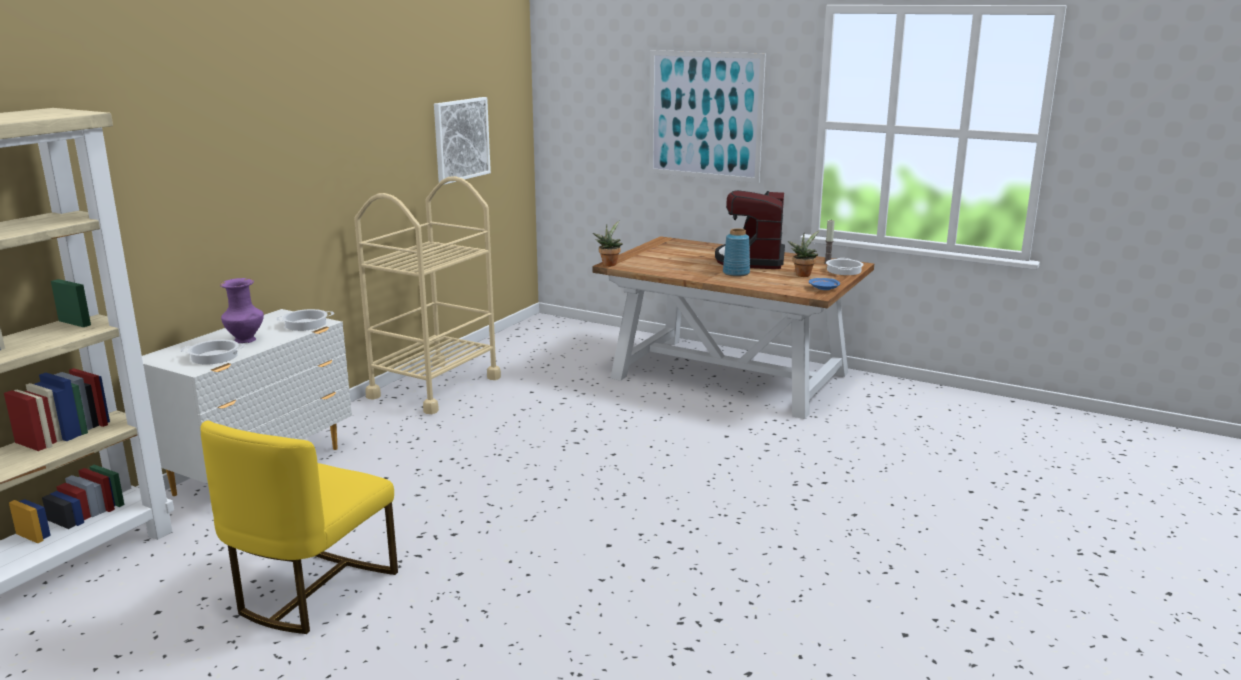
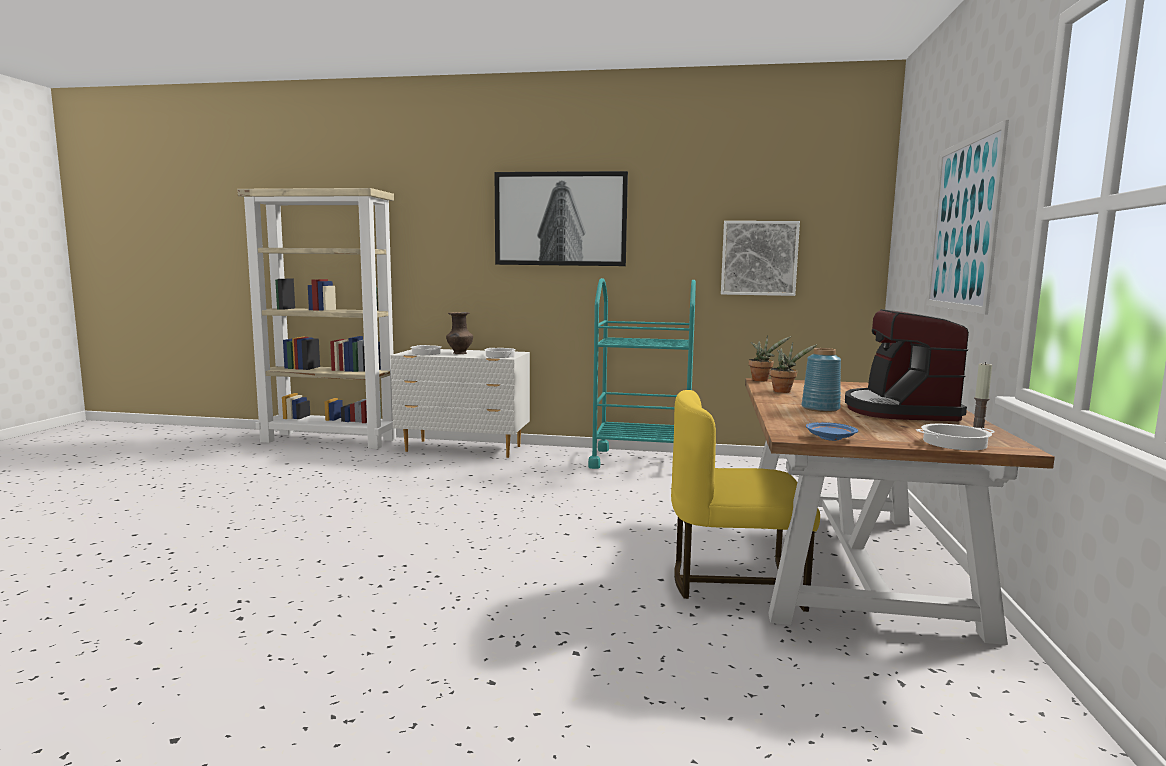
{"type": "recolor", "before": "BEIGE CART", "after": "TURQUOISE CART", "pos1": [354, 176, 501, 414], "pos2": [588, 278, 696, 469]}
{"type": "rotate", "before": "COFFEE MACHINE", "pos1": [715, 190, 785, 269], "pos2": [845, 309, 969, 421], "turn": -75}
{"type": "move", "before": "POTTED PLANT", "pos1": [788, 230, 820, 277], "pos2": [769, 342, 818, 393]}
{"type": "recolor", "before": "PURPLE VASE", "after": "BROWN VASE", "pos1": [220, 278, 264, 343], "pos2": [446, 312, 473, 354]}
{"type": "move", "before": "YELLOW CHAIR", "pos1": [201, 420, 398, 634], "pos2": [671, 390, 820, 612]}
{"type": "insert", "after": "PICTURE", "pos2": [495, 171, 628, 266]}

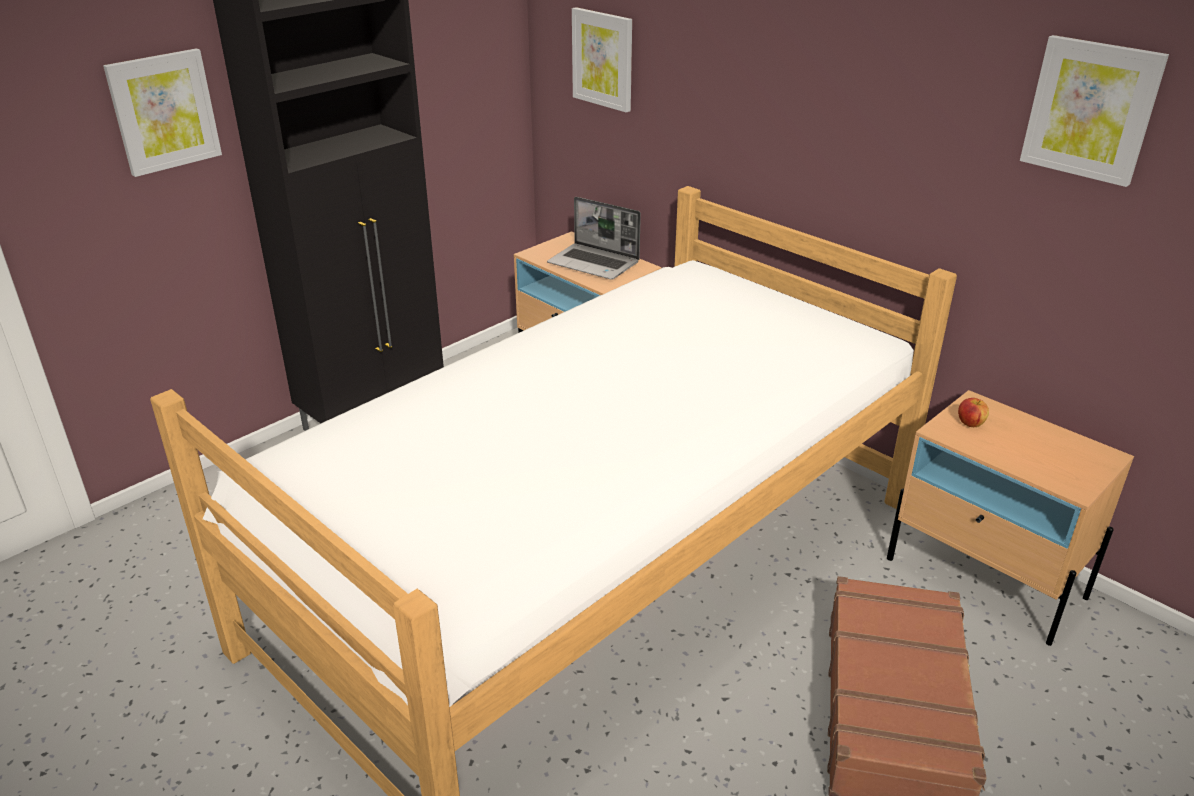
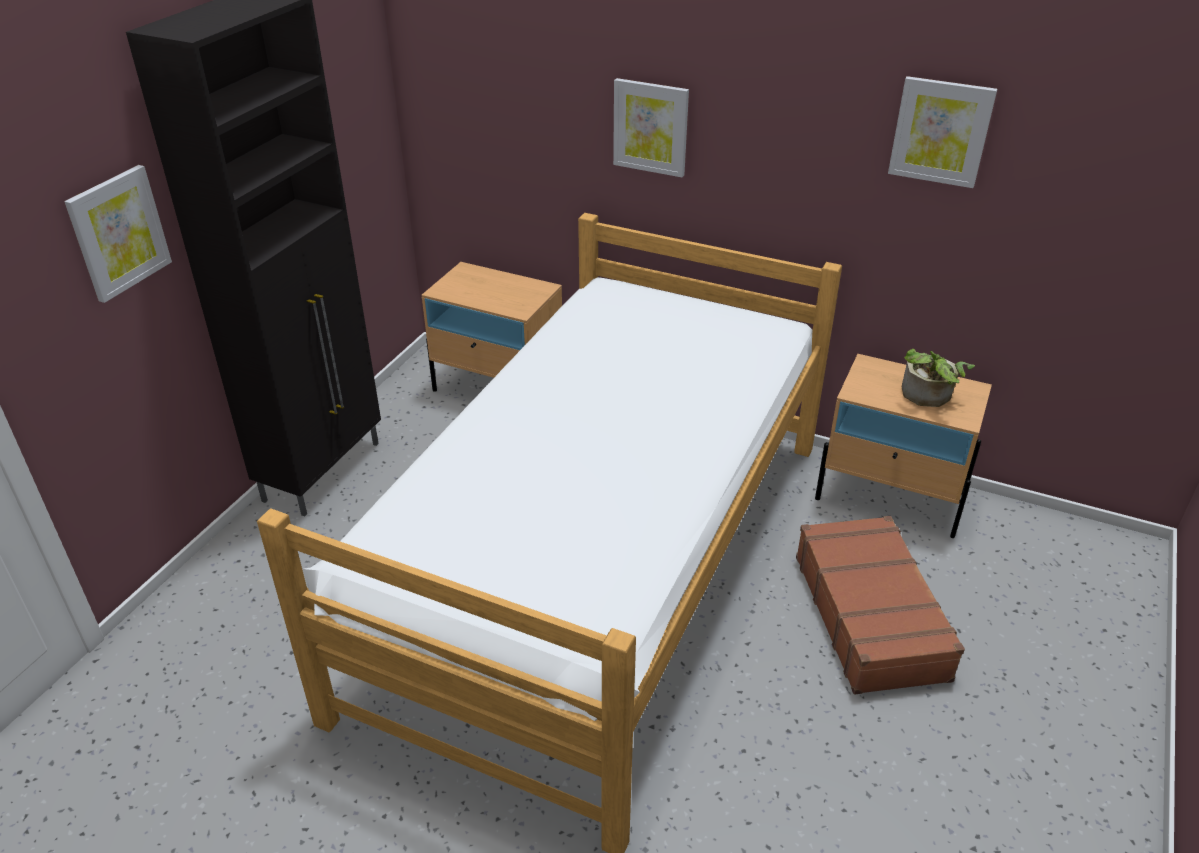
{"type": "move", "before": "PICTURE", "pos1": [572, 7, 632, 112], "pos2": [613, 78, 689, 177]}
{"type": "delete", "before": "LAPTOP", "pos1": [547, 197, 641, 280]}
{"type": "delete", "before": "APPLE", "pos1": [958, 398, 989, 427]}
{"type": "insert", "after": "POTTED PLANT", "pos2": [902, 349, 975, 407]}

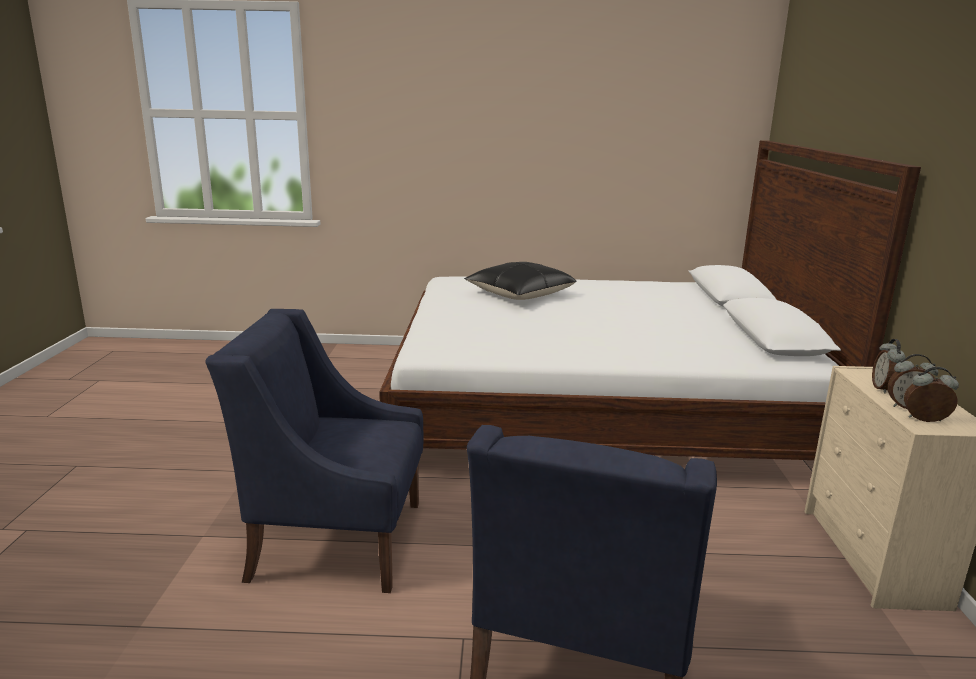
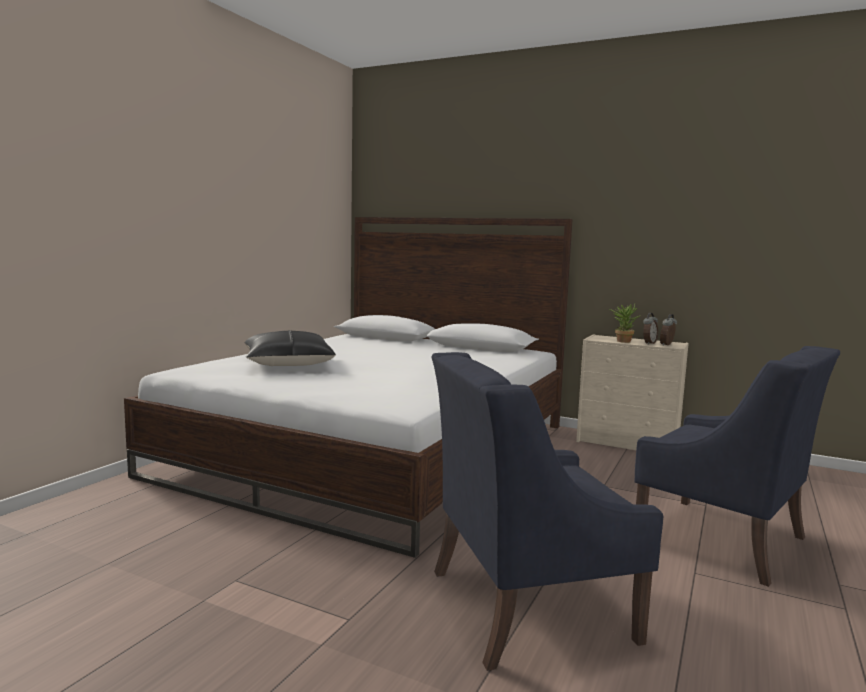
{"type": "rotate", "before": "BLUE ARMCHAIR", "pos1": [205, 309, 424, 593], "pos2": [432, 352, 663, 671], "turn": 45}
{"type": "replace", "before": "ALARM CLOCK", "after": "POTTED PLANT", "pos1": [872, 339, 906, 394], "pos2": [609, 304, 639, 343]}

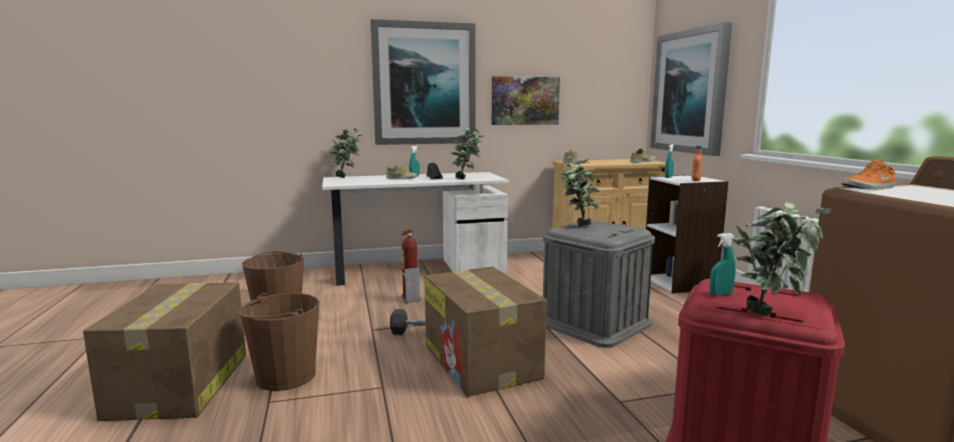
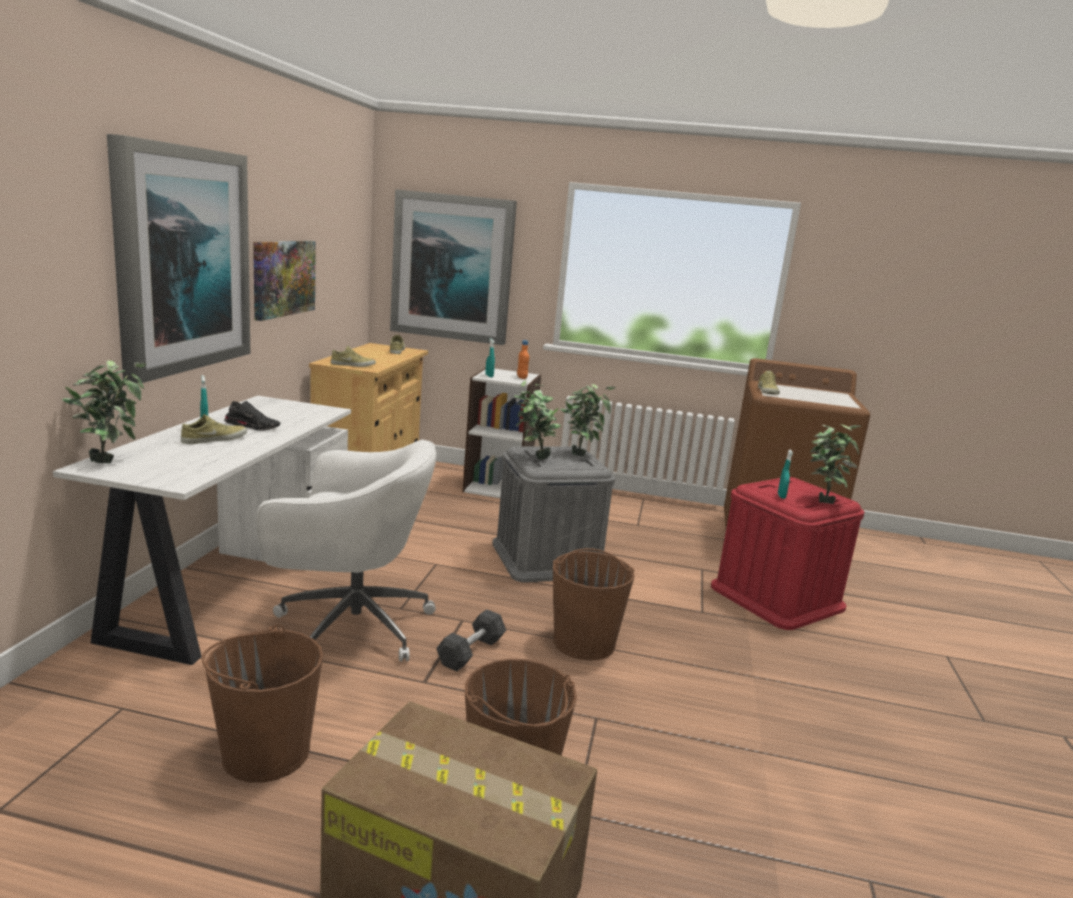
{"type": "move", "before": "POTTED PLANT", "pos1": [451, 128, 484, 180], "pos2": [560, 384, 616, 456]}
{"type": "recolor", "before": "ORANGE SHOE", "after": "BEIGE SHOE", "pos1": [841, 160, 895, 190], "pos2": [758, 371, 780, 395]}
{"type": "replace", "before": "FIRE EXTINGUISHER", "after": "WHITE OFFICE CHAIR", "pos1": [401, 230, 421, 303], "pos2": [257, 440, 437, 662]}
{"type": "replace", "before": "CARDBOARD BOX", "after": "BROWN BUCKET", "pos1": [425, 266, 547, 397], "pos2": [553, 548, 635, 661]}

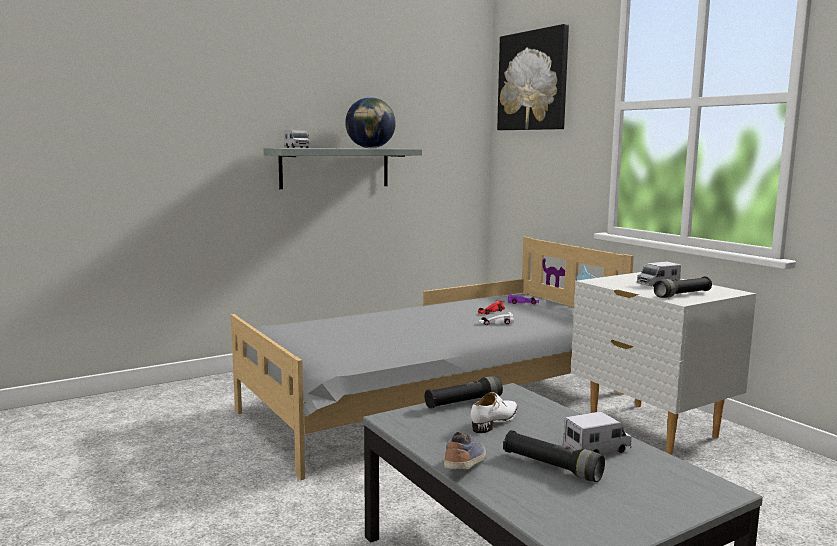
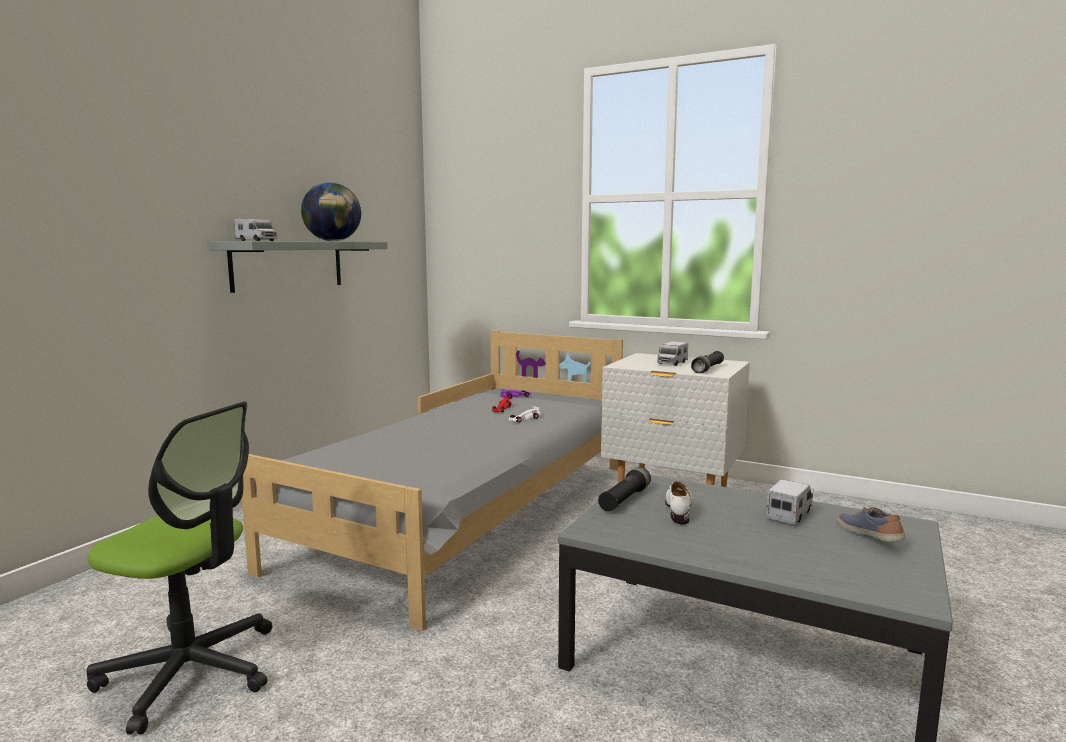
{"type": "delete", "before": "PICTURE", "pos1": [497, 24, 569, 130]}
{"type": "delete", "before": "BLACK FLASHLIGHT", "pos1": [503, 430, 605, 482]}
{"type": "move", "before": "SHOE", "pos1": [444, 432, 486, 470], "pos2": [837, 507, 905, 542]}
{"type": "insert", "after": "OFFICE CHAIR", "pos2": [87, 401, 272, 734]}

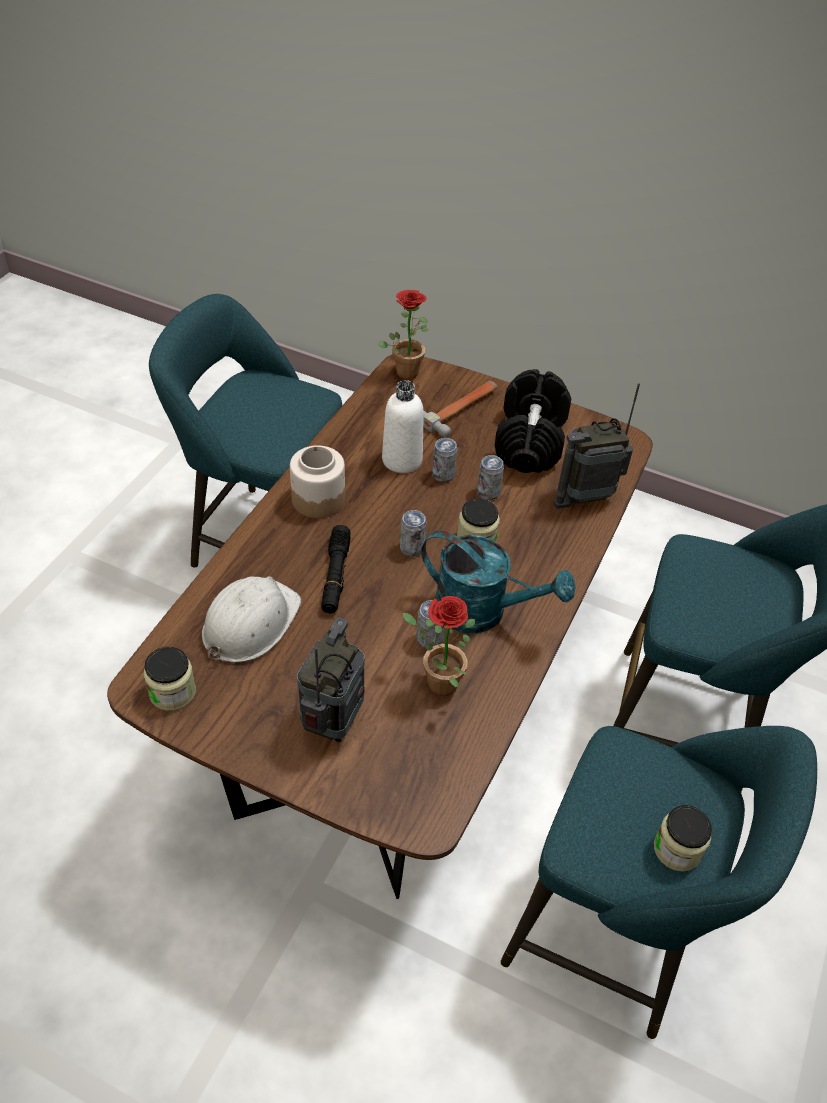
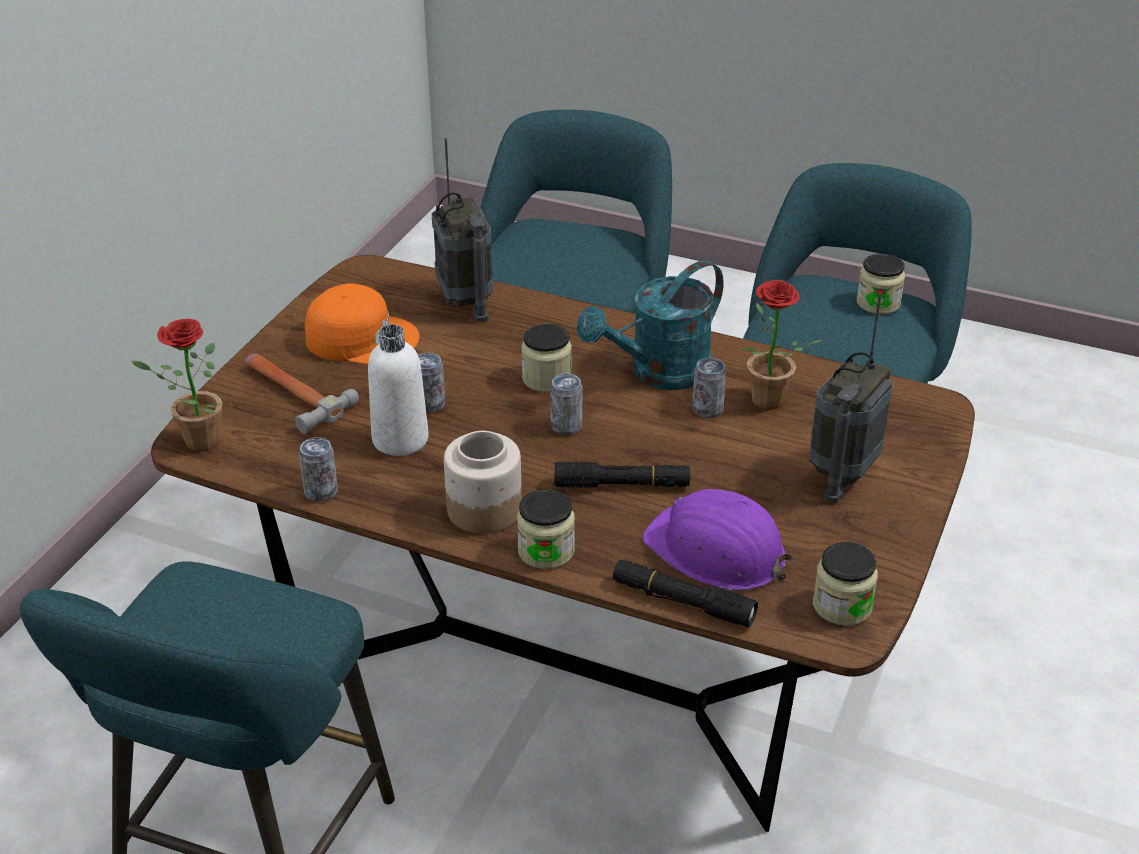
{"type": "replace", "before": "BLACK DUMBBELL", "after": "ORANGE CAP", "pos1": [495, 369, 571, 473], "pos2": [305, 283, 420, 364]}
{"type": "move", "before": "CAN", "pos1": [477, 455, 504, 500], "pos2": [299, 437, 338, 502]}
{"type": "rotate", "before": "TURQUOISE WATERING CAN", "pos1": [421, 531, 576, 634], "pos2": [577, 260, 724, 390], "turn": -150}
{"type": "recolor", "before": "WHITE HARD HAT", "after": "PURPLE HARD HAT", "pos1": [202, 576, 301, 663], "pos2": [642, 489, 794, 591]}
{"type": "rotate", "before": "RADIO", "pos1": [297, 617, 365, 742], "pos2": [809, 293, 893, 503], "turn": -75}
{"type": "insert", "after": "JAR", "pos2": [517, 489, 575, 569]}
{"type": "insert", "after": "BLACK FLASHLIGHT", "pos2": [613, 560, 758, 627]}

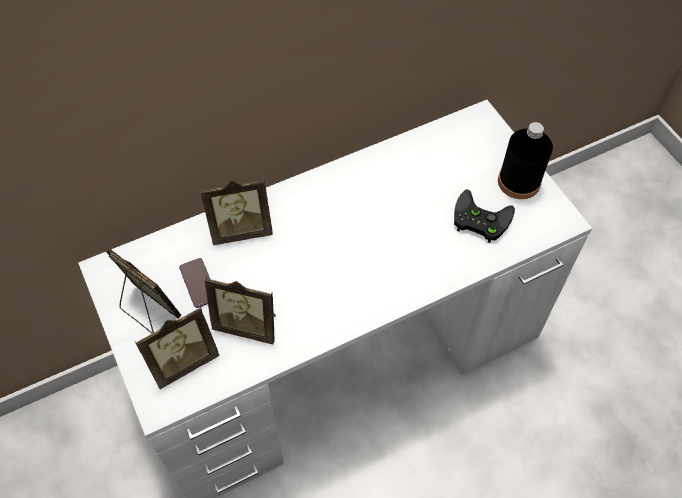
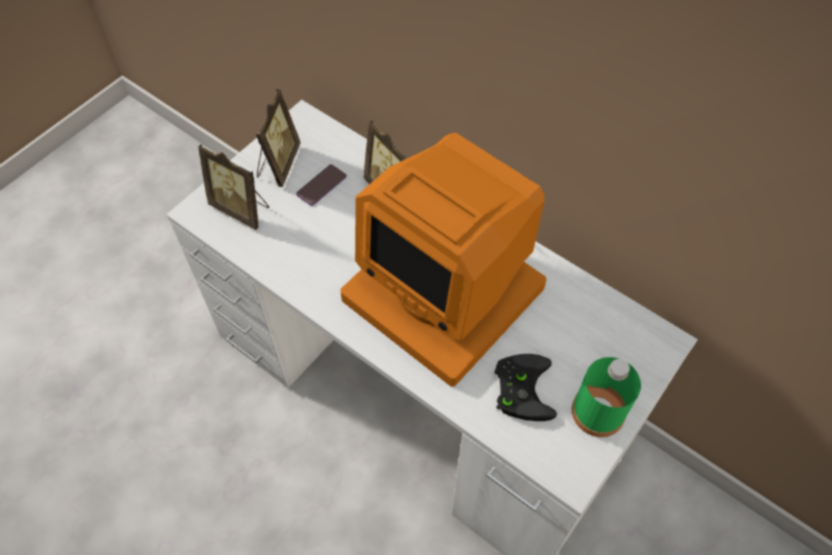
{"type": "recolor", "before": "BLACK BOTTLE", "after": "GREEN BOTTLE", "pos1": [498, 122, 553, 199], "pos2": [572, 357, 641, 437]}
{"type": "delete", "before": "PICTURE FRAME", "pos1": [205, 276, 276, 344]}
{"type": "insert", "after": "MONITOR", "pos2": [341, 132, 546, 387]}

